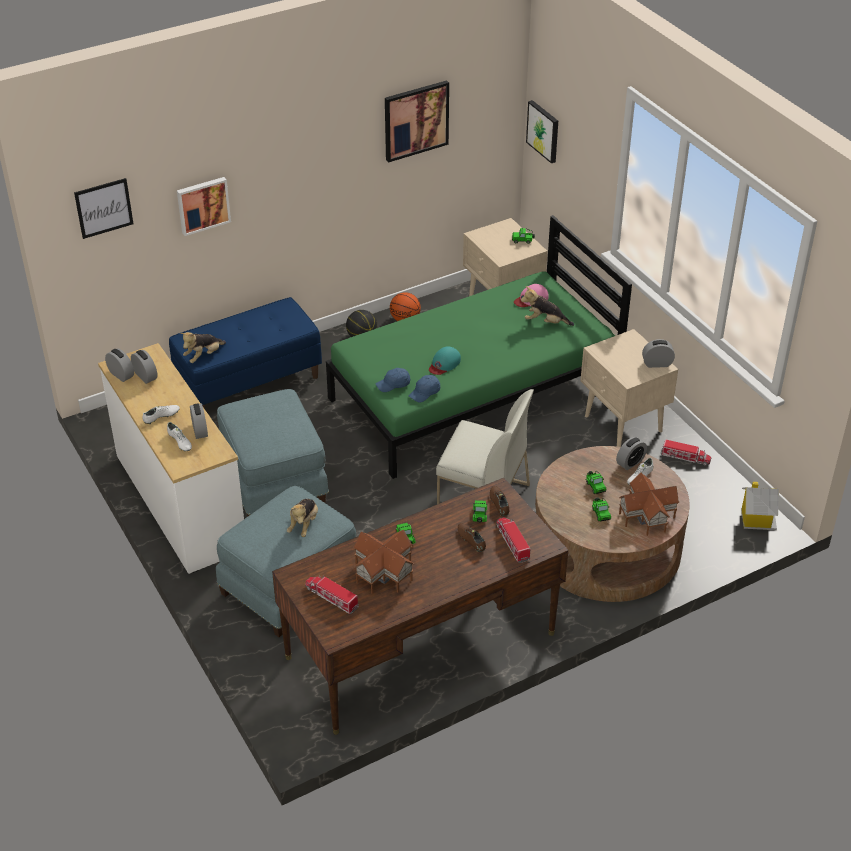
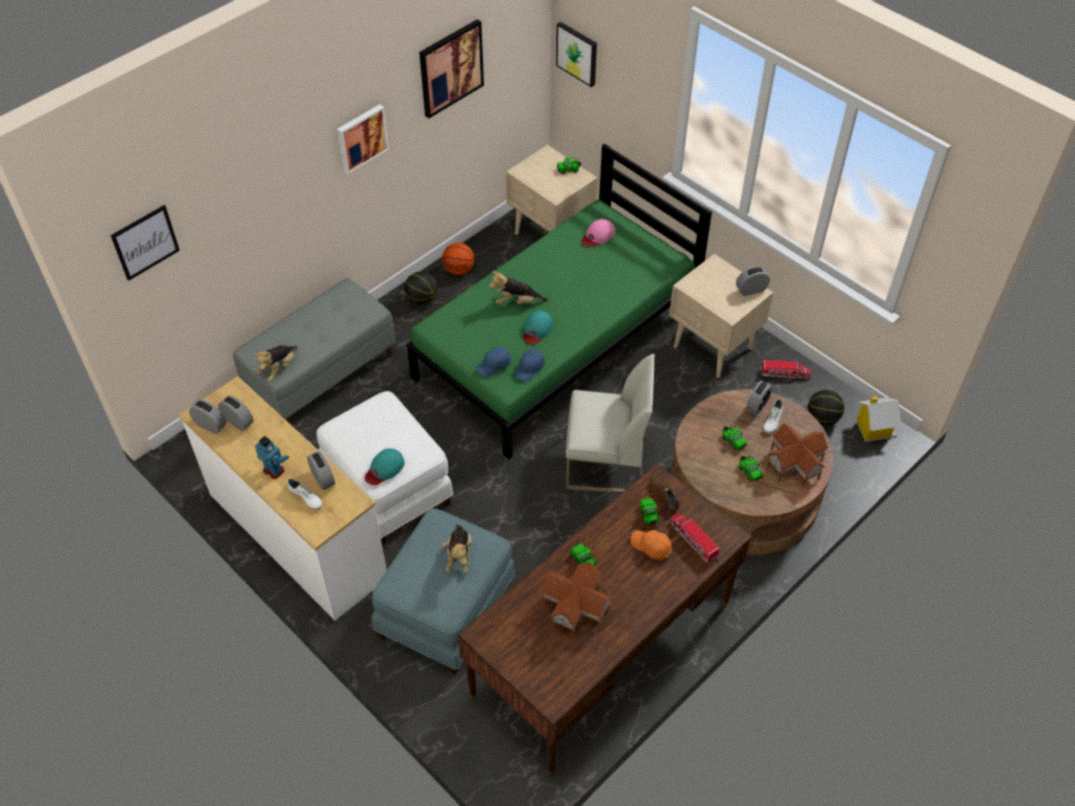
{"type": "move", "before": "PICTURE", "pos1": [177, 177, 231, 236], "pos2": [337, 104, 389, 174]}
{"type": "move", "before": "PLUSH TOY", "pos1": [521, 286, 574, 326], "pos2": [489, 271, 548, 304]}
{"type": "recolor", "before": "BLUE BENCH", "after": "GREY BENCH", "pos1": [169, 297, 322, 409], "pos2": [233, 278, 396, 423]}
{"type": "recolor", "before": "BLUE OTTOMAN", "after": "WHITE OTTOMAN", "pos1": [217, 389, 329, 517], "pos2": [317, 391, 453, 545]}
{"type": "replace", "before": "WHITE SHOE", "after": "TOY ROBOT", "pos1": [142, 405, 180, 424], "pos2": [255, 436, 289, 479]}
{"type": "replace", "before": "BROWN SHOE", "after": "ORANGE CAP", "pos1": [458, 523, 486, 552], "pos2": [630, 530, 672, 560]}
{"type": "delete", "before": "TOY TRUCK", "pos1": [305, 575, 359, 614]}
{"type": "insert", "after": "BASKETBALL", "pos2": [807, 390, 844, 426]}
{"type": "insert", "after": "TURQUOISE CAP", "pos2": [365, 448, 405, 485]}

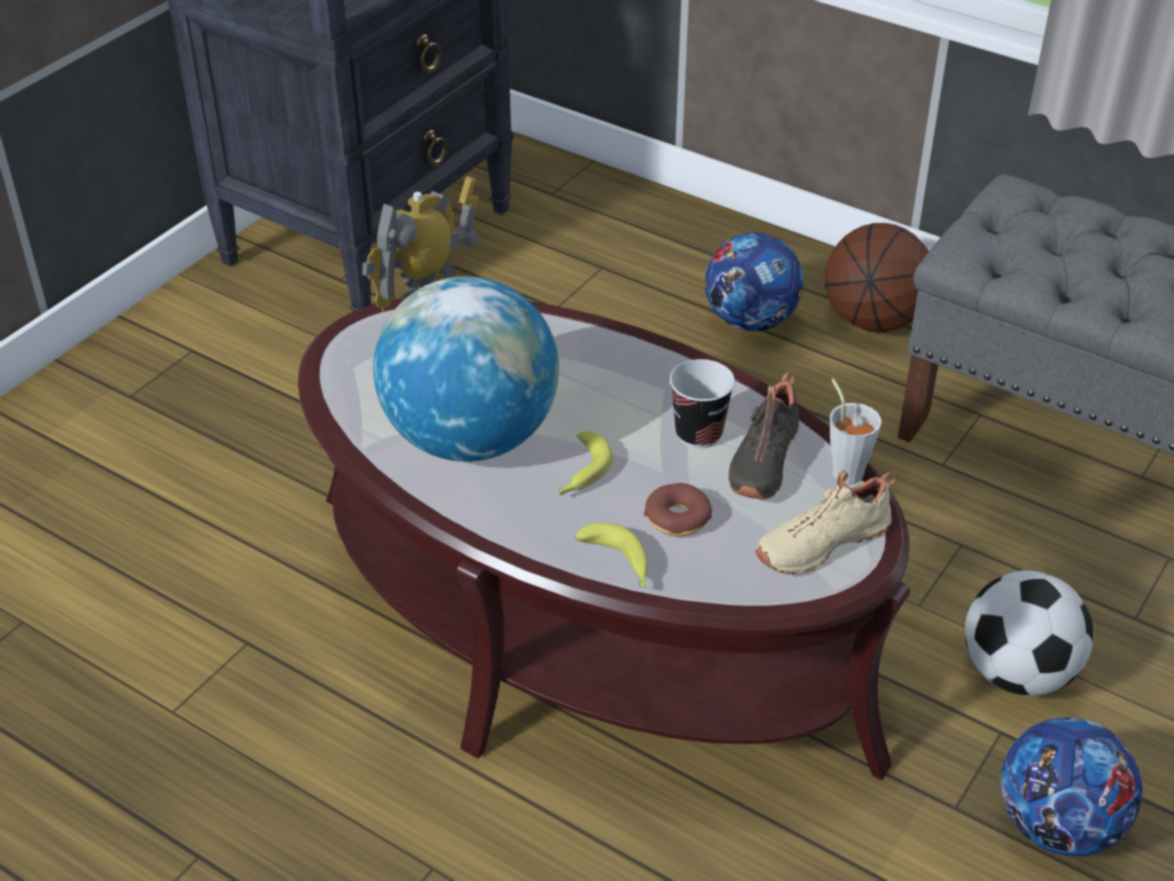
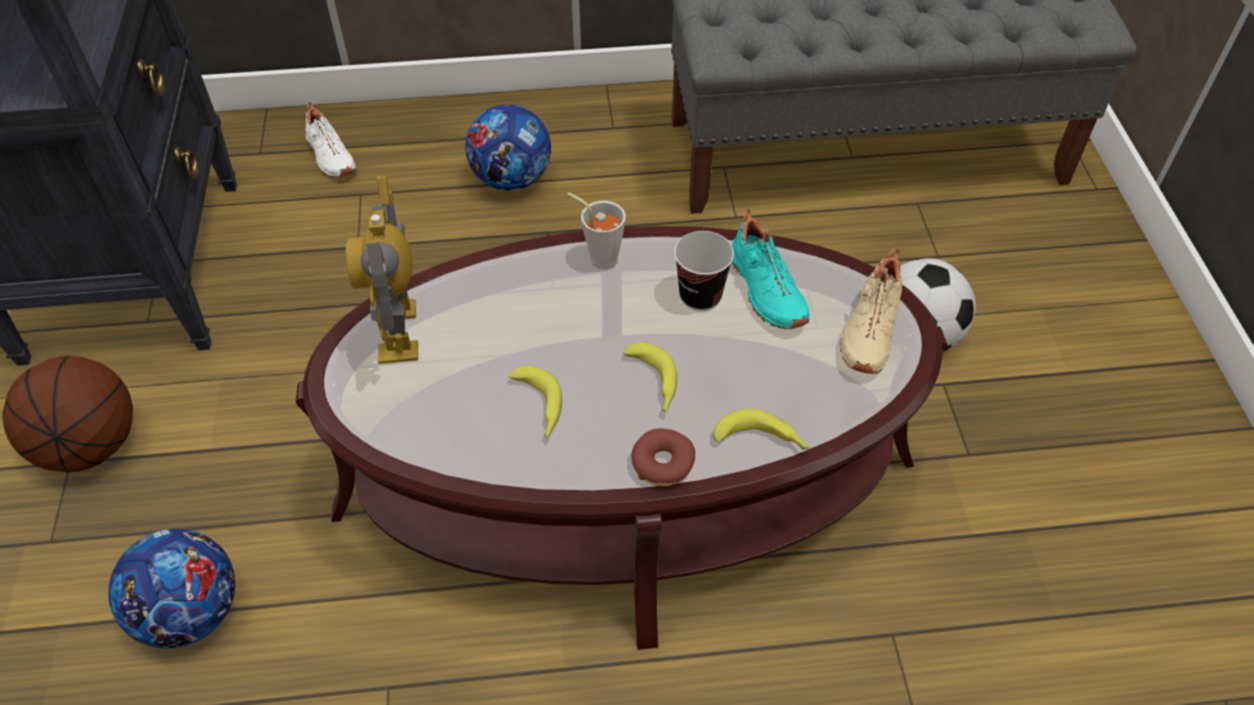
{"type": "move", "before": "BASKETBALL", "pos1": [825, 223, 929, 332], "pos2": [2, 356, 133, 472]}
{"type": "replace", "before": "GLOBE", "after": "BANANA", "pos1": [373, 276, 559, 462], "pos2": [509, 366, 562, 439]}
{"type": "recolor", "before": "BLACK SHOE", "after": "TURQUOISE SHOE", "pos1": [729, 372, 799, 499], "pos2": [732, 209, 810, 329]}
{"type": "move", "before": "GREY CUP", "pos1": [830, 379, 881, 484], "pos2": [567, 193, 626, 270]}
{"type": "move", "before": "DONUT", "pos1": [644, 483, 712, 536], "pos2": [632, 428, 695, 486]}
{"type": "move", "before": "FOOTBALL", "pos1": [1001, 717, 1142, 856], "pos2": [108, 529, 235, 649]}
{"type": "insert", "after": "WHITE SHOE", "pos2": [305, 102, 356, 178]}

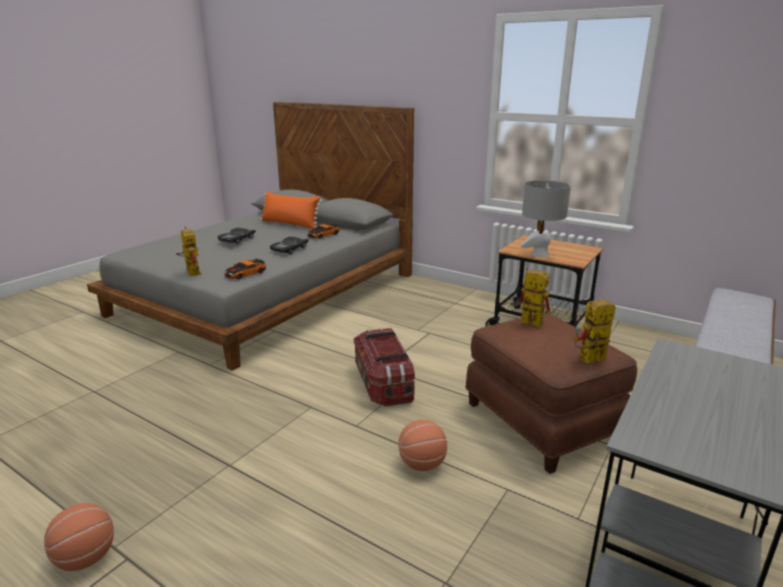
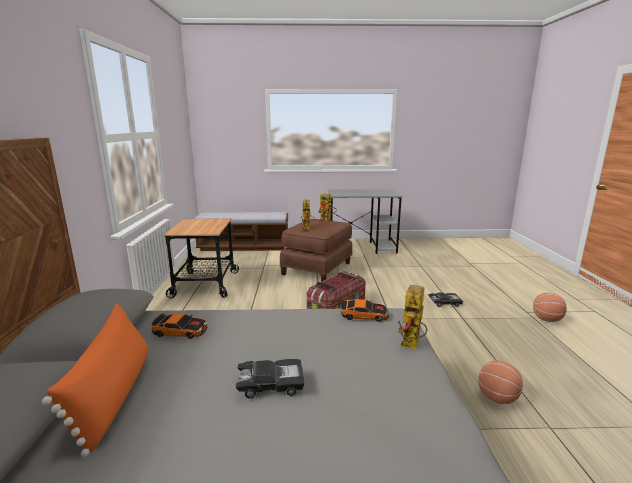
{"type": "delete", "before": "GREY TABLE LAMP", "pos1": [521, 180, 571, 257]}
{"type": "move", "before": "BLACK TOY CAR", "pos1": [270, 236, 309, 254], "pos2": [428, 293, 463, 307]}
{"type": "move", "before": "BASKETBALL", "pos1": [398, 420, 447, 471], "pos2": [478, 361, 523, 404]}

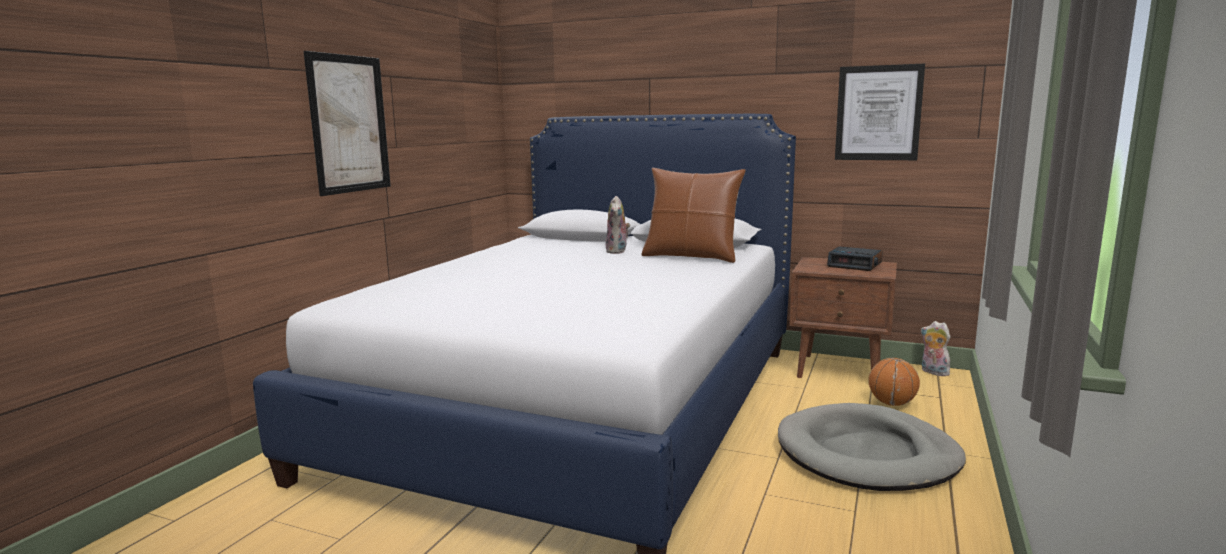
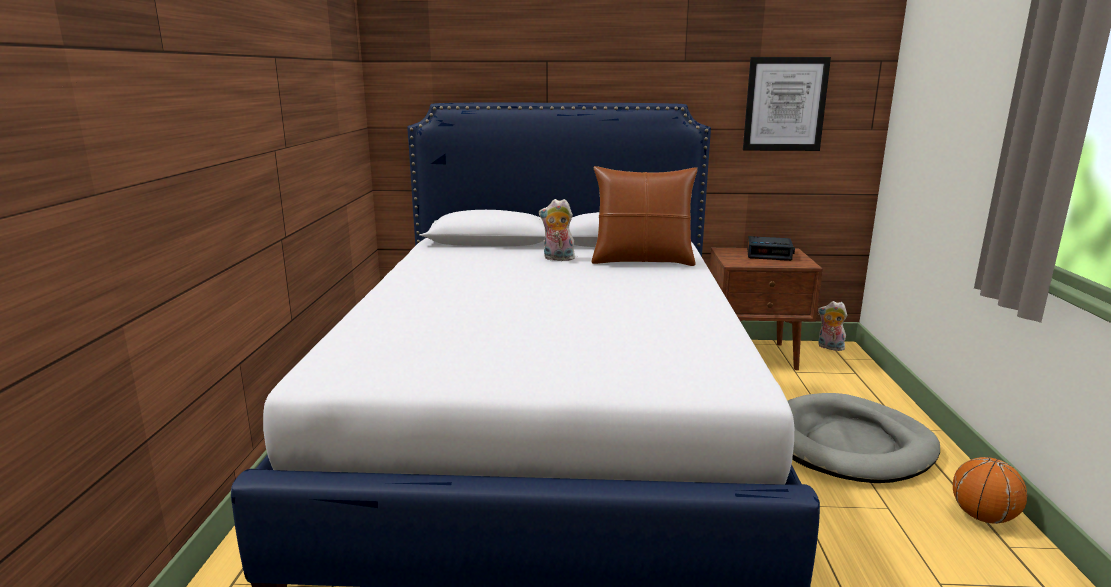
{"type": "delete", "before": "PICTURE", "pos1": [304, 51, 391, 196]}
{"type": "rotate", "before": "PLUSH TOY", "pos1": [606, 196, 630, 254], "pos2": [539, 199, 575, 261], "turn": 120}
{"type": "move", "before": "BASKETBALL", "pos1": [868, 358, 920, 406], "pos2": [953, 457, 1027, 524]}

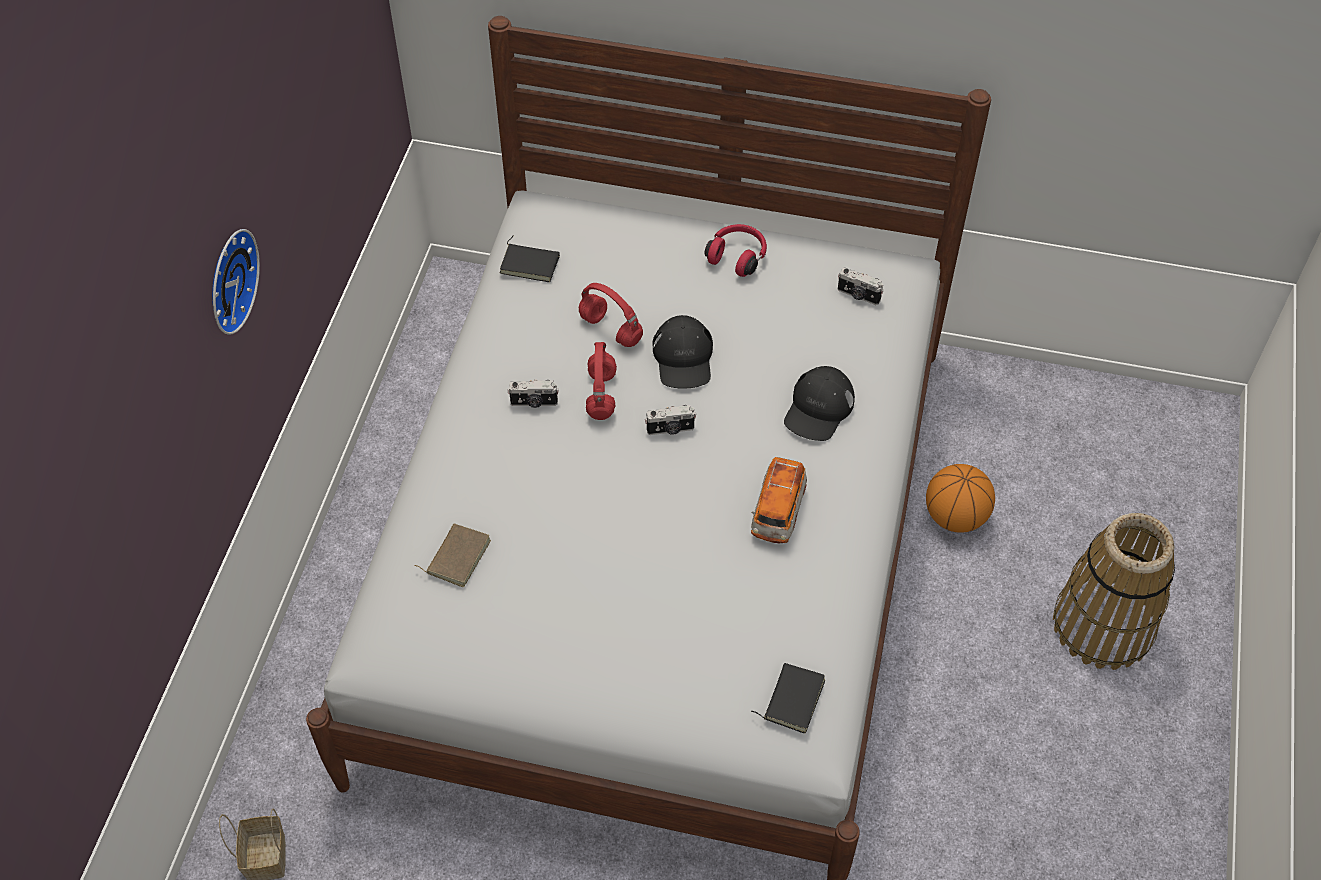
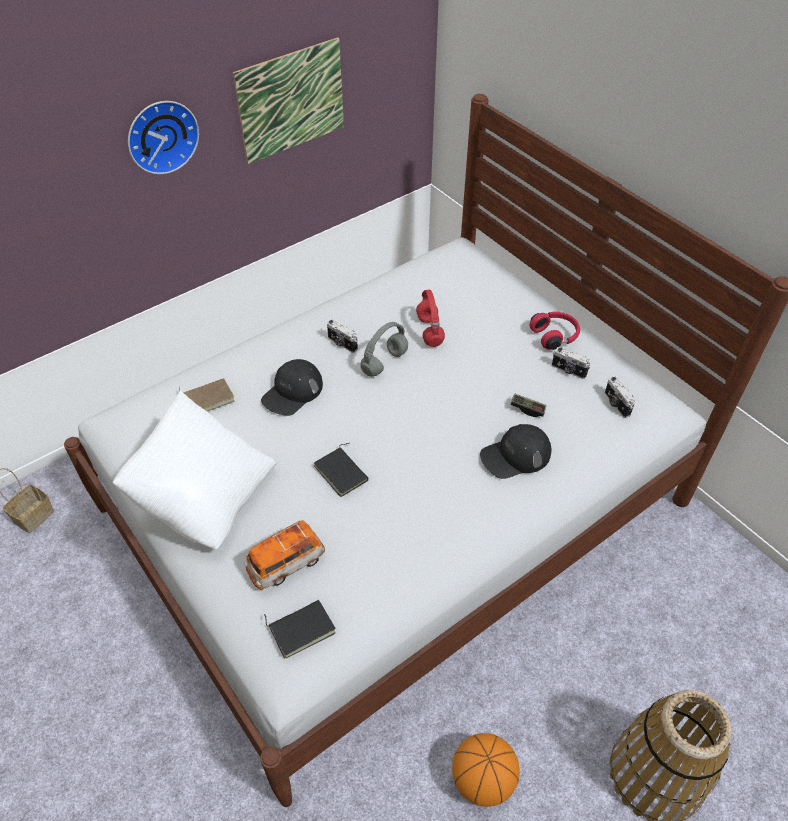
{"type": "move", "before": "BLACK BOOK", "pos1": [499, 236, 560, 282], "pos2": [314, 443, 369, 497]}
{"type": "move", "before": "BLACK CAP", "pos1": [652, 315, 713, 389], "pos2": [261, 359, 323, 416]}
{"type": "recolor", "before": "RED HEADPHONES", "after": "GREY HEADPHONES", "pos1": [586, 342, 617, 420], "pos2": [360, 322, 408, 376]}
{"type": "move", "before": "PHOTO CAMERA", "pos1": [645, 405, 696, 435], "pos2": [552, 347, 590, 379]}
{"type": "move", "before": "TOY CAR", "pos1": [751, 457, 807, 544], "pos2": [245, 520, 325, 590]}
{"type": "move", "before": "BASKETBALL", "pos1": [926, 464, 995, 533], "pos2": [452, 733, 520, 807]}
{"type": "insert", "after": "PICTURE", "pos2": [233, 37, 344, 164]}
{"type": "insert", "after": "WHITE PILLOW", "pos2": [113, 390, 277, 549]}
{"type": "insert", "after": "GAME CONTROLLER", "pos2": [511, 393, 546, 417]}

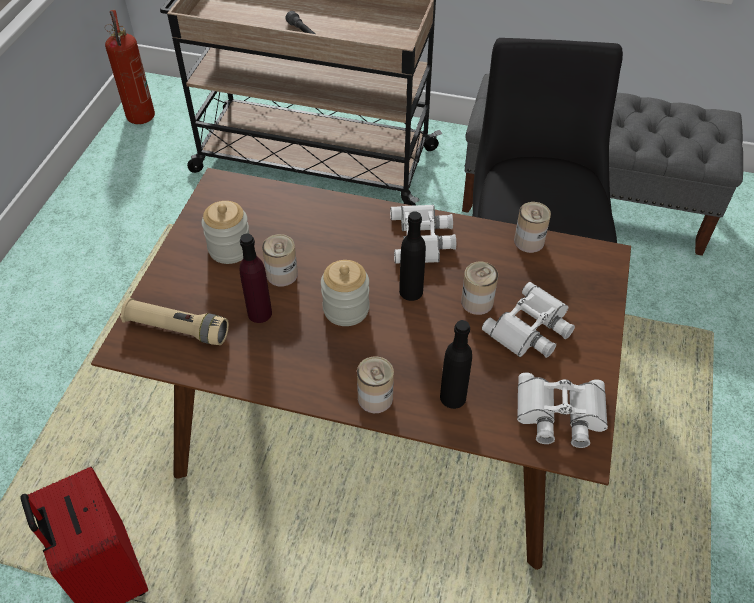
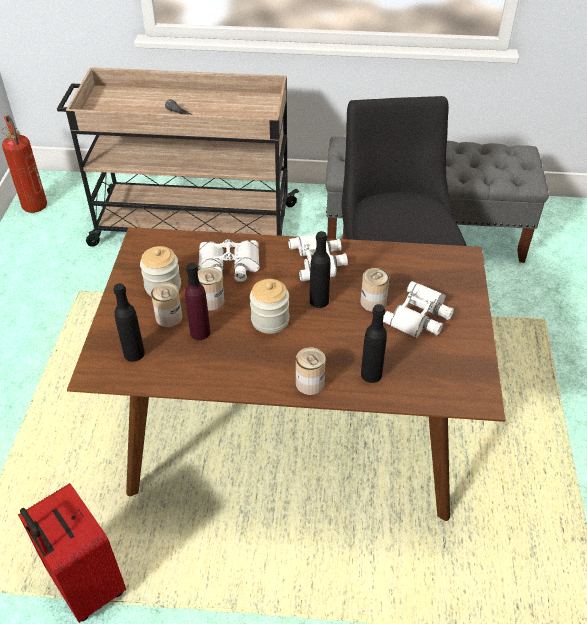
{"type": "move", "before": "CAN", "pos1": [514, 202, 551, 253], "pos2": [151, 283, 182, 327]}
{"type": "replace", "before": "BEIGE FLASHLIGHT", "after": "BLACK BOTTLE", "pos1": [120, 298, 229, 345], "pos2": [113, 283, 145, 362]}
{"type": "move", "before": "WHITE BINOCULARS", "pos1": [517, 372, 608, 448], "pos2": [198, 239, 259, 282]}

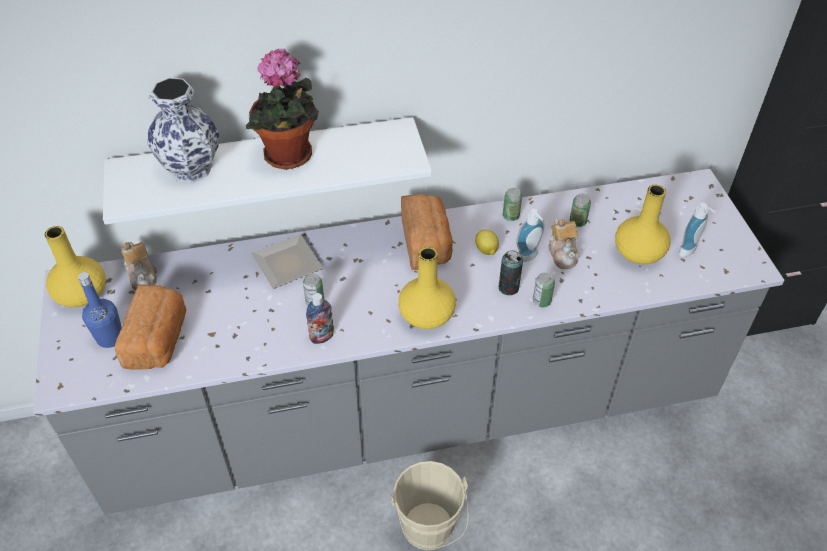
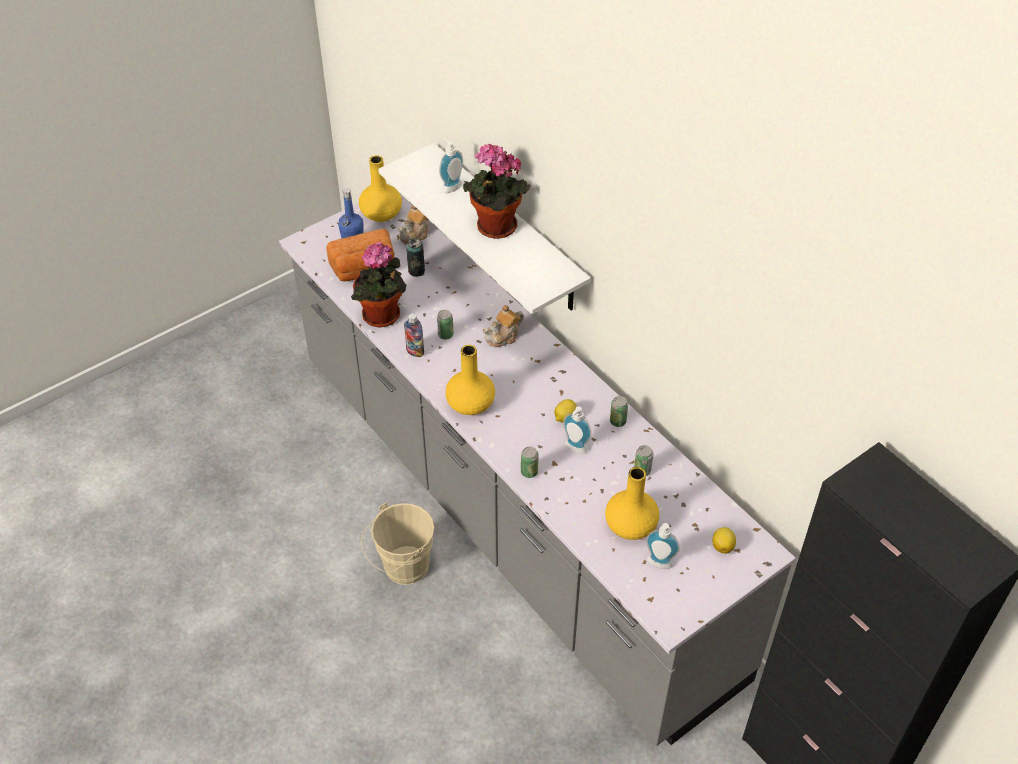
{"type": "replace", "before": "VASE", "after": "SOAP DISPENSER", "pos1": [148, 78, 219, 183], "pos2": [439, 137, 463, 193]}
{"type": "delete", "before": "BREAD", "pos1": [401, 194, 453, 270]}
{"type": "move", "before": "TEAPOT", "pos1": [549, 219, 579, 269], "pos2": [482, 305, 524, 347]}
{"type": "delete", "before": "PLATE", "pos1": [252, 234, 323, 289]}
{"type": "move", "before": "CAN", "pos1": [499, 250, 523, 295], "pos2": [406, 239, 425, 277]}
{"type": "insert", "after": "POTTED PLANT", "pos2": [351, 242, 406, 327]}
{"type": "insert", "after": "LEMON", "pos2": [712, 527, 736, 554]}

